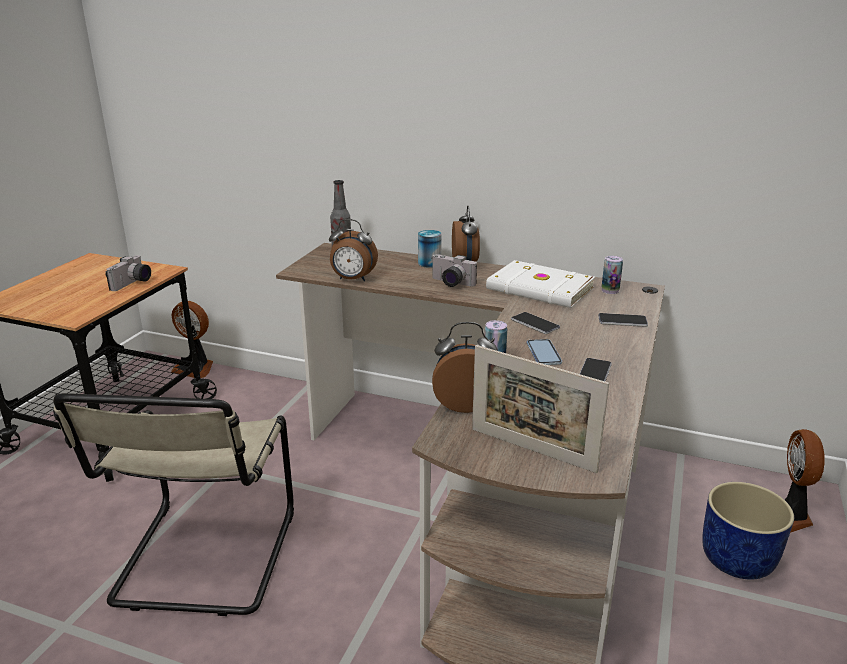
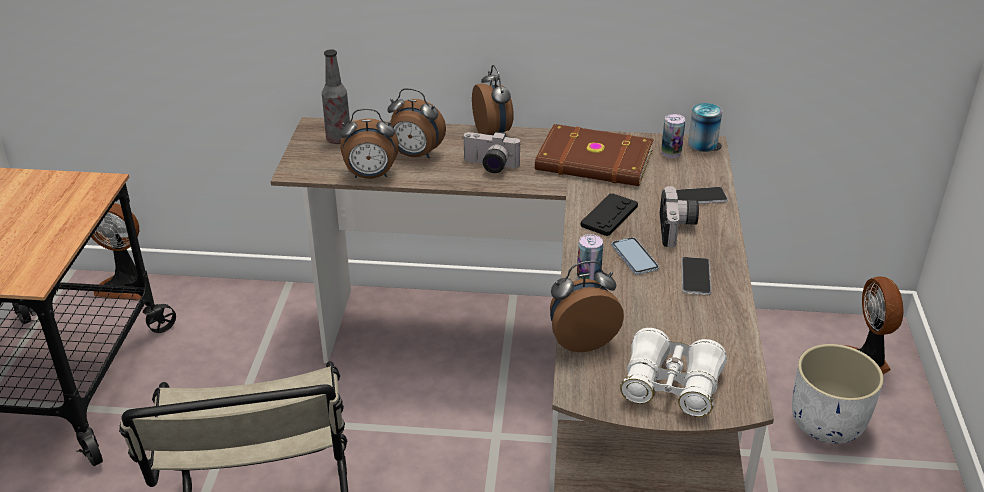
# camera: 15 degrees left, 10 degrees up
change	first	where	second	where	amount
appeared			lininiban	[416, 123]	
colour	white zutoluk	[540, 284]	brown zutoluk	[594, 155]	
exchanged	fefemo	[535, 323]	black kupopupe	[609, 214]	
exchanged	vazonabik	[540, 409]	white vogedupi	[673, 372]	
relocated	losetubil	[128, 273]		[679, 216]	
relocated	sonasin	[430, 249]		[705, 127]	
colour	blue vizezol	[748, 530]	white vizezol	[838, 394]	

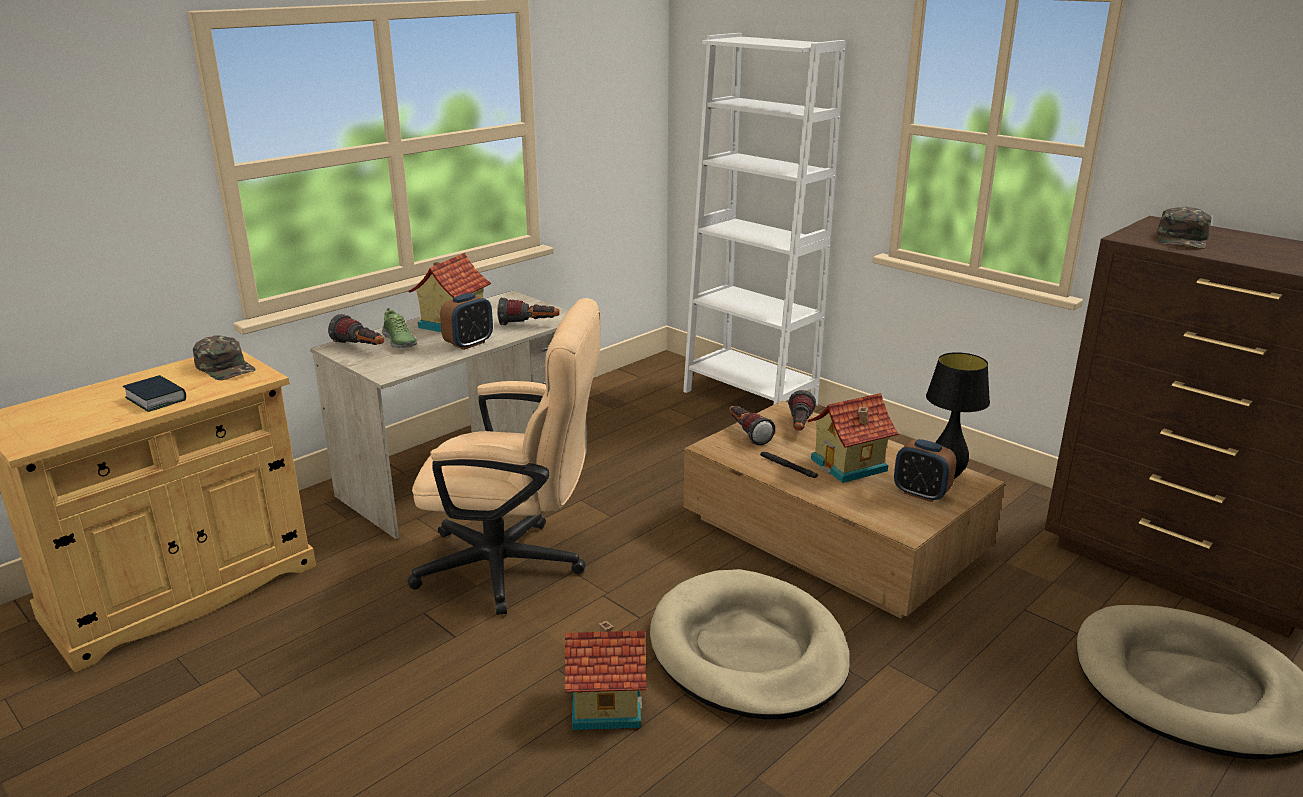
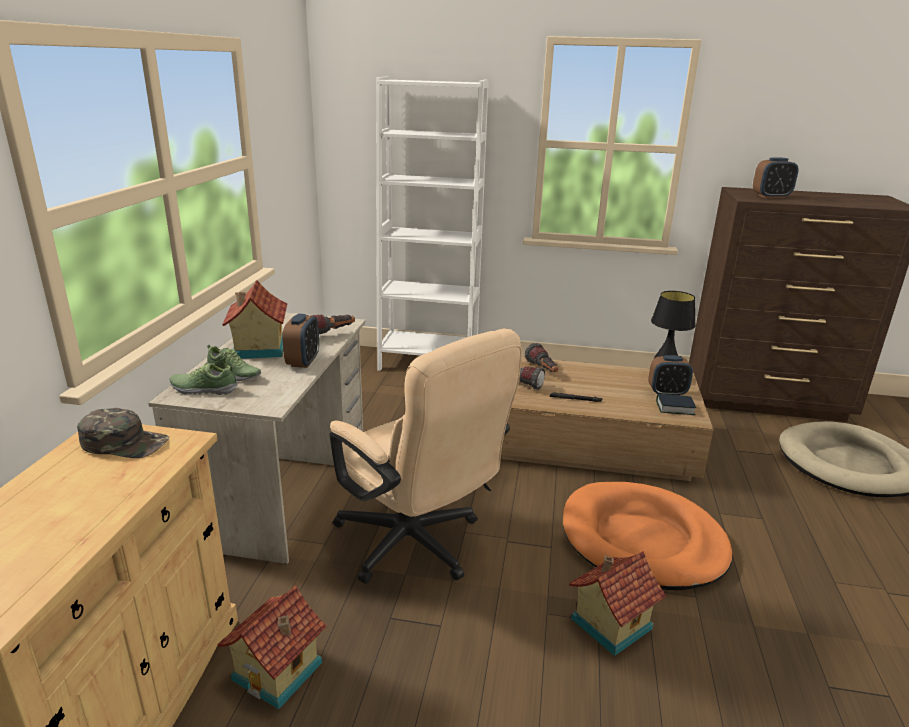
# camera: 35 degrees left, 0 degrees up
change	first	where	second	where	amount
exchanged	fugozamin	[356, 329]	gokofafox	[203, 379]	
relocated	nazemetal	[853, 438]		[272, 647]	
spun	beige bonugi	[503, 456]		[425, 456]	75 degrees clockwise
colour	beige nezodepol	[750, 644]	orange nezodepol	[648, 536]	
relocated	zutoluk	[154, 393]		[676, 404]	
exchanged	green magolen	[1184, 228]	lininiban	[775, 178]	

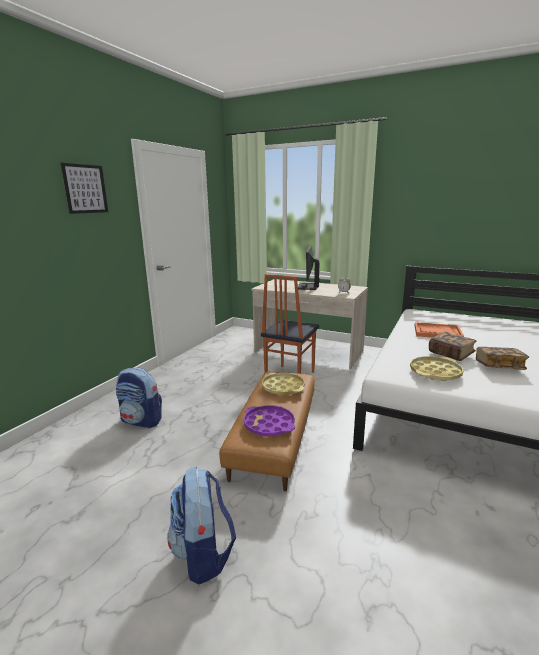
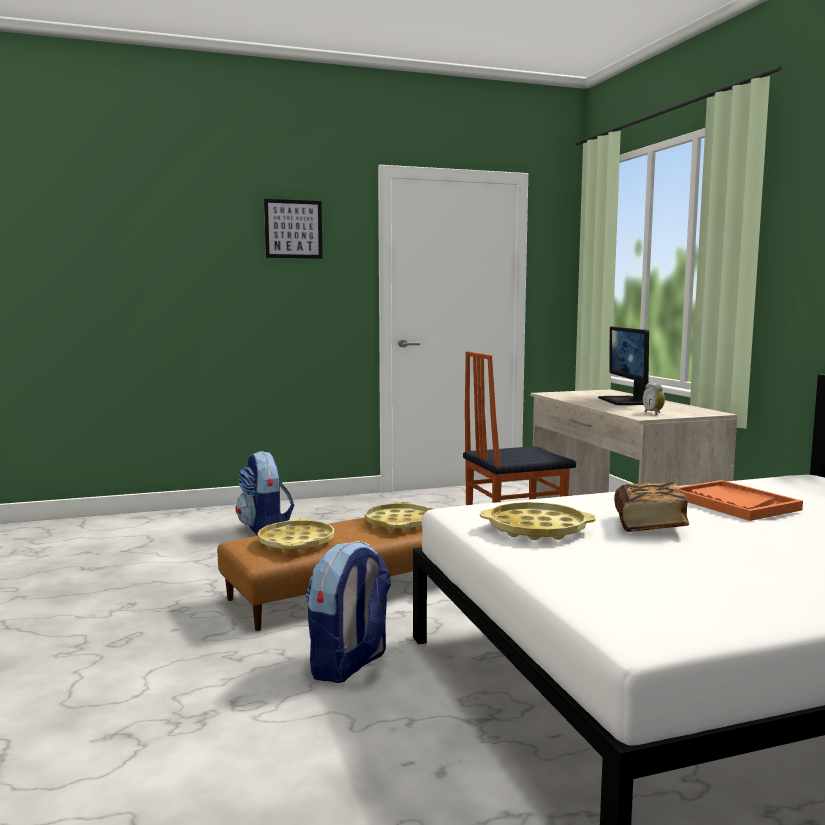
# camera: 45 degrees right, 10 degrees down
change	first	where	second	where	amount
colour	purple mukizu	[269, 421]	yellow mukizu	[296, 534]	
relocated	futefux	[201, 526]		[348, 612]	
spun	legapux	[309, 268]		[623, 366]	60 degrees counterclockwise
missing	zutoluk	[502, 358]			

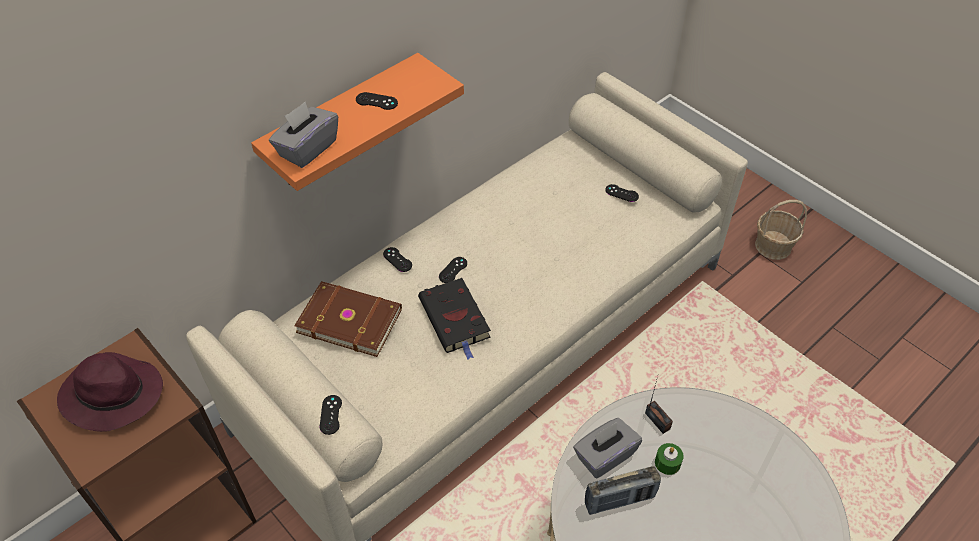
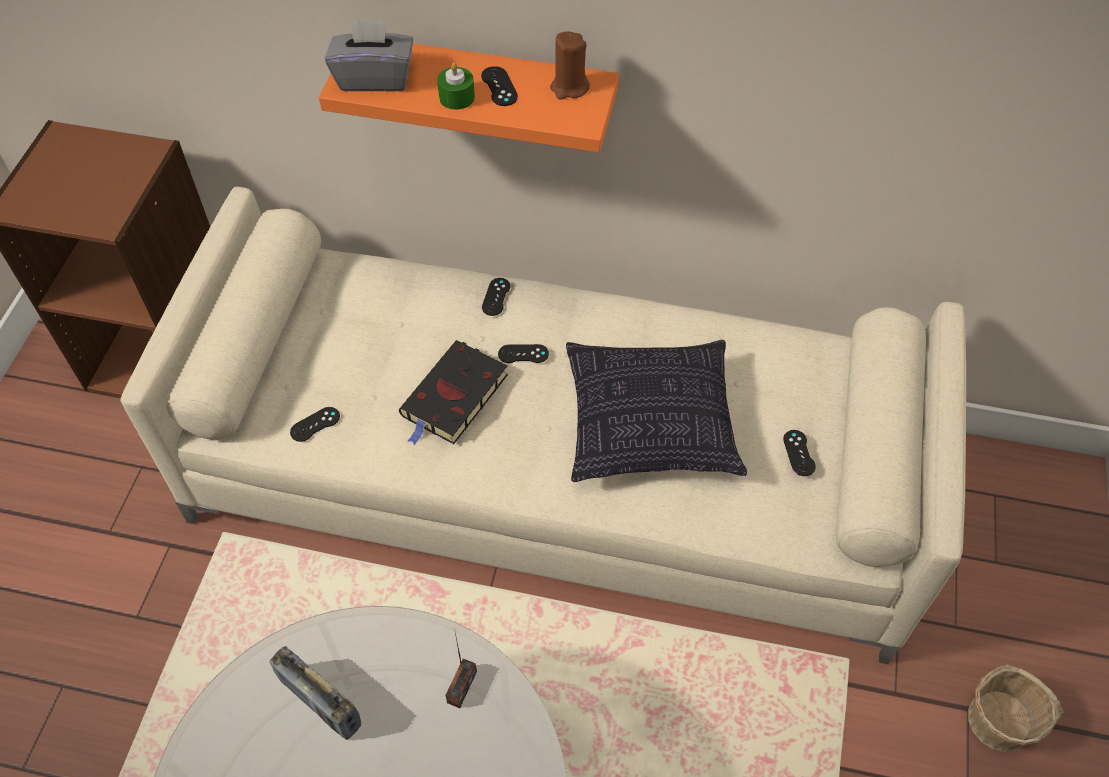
# camera: 55 degrees right, 5 degrees up
change	first	where	second	where	amount
relocated	black kupopupe	[331, 415]		[315, 424]	
relocated	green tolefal	[669, 459]		[456, 86]	
appeared			brown tolefal	[570, 65]	
appeared			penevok	[656, 411]	
missing	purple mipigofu	[110, 392]			
missing	brown zutoluk	[348, 319]			
missing	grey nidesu	[607, 448]			

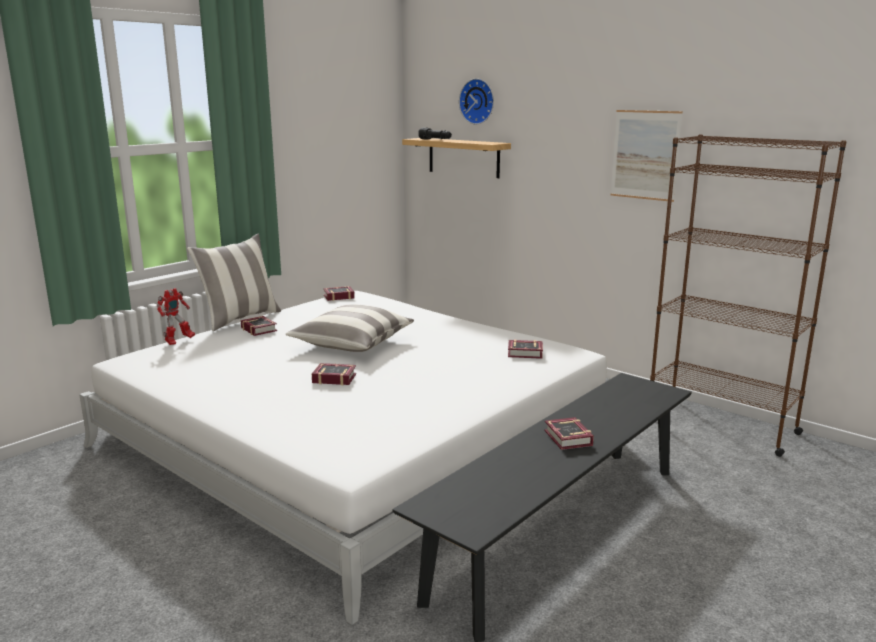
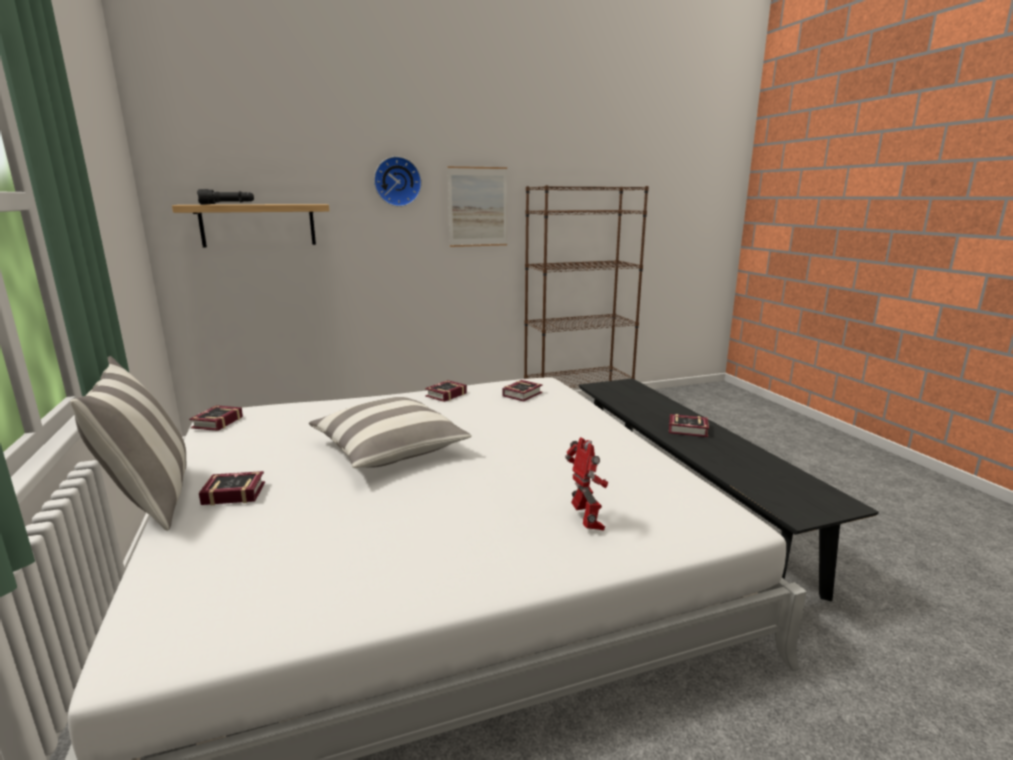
# camera: 60 degrees left, 0 degrees up
change	first	where	second	where	amount
relocated	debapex	[476, 101]		[398, 181]	
relocated	zutoluk	[334, 374]		[446, 391]	
relocated	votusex	[176, 316]		[586, 484]	

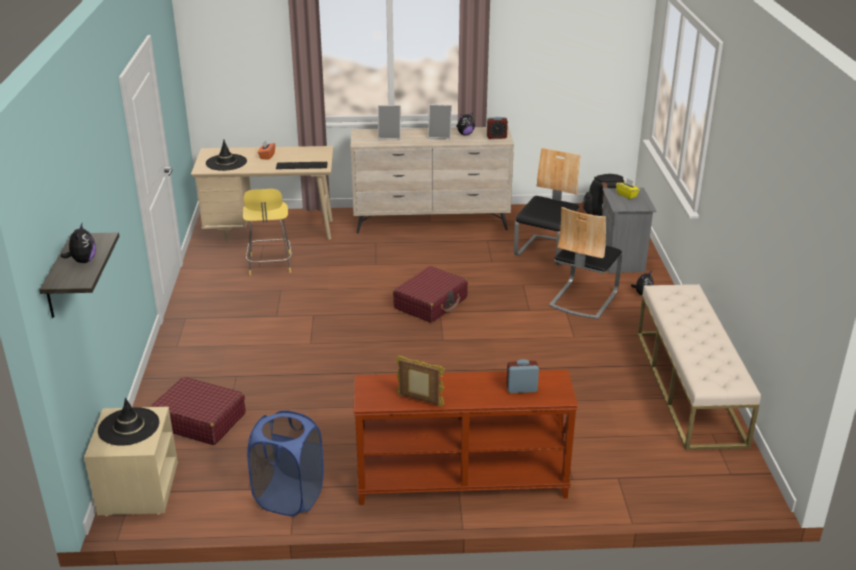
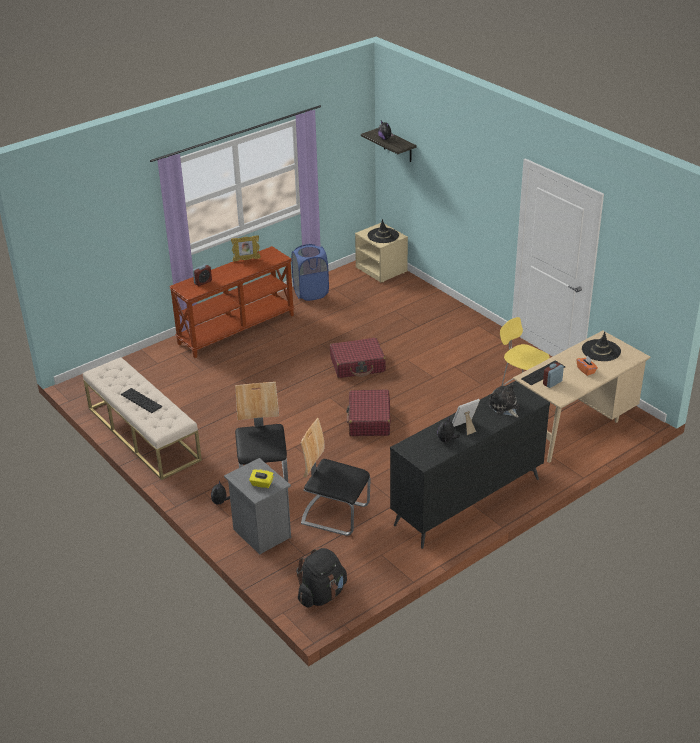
# camera: 145 degrees right, 5 degrees up
change	first	where	second	where	amount
appeared			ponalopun	[141, 400]	
spun	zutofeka	[547, 207]		[335, 477]	120 degrees clockwise
relocated	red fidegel	[198, 411]		[358, 358]	
colour	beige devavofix	[432, 180]	black devavofix	[470, 465]	
exchanged	vazonabik	[389, 122]	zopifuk	[504, 400]	
relocated	lininiban	[497, 128]		[553, 375]	

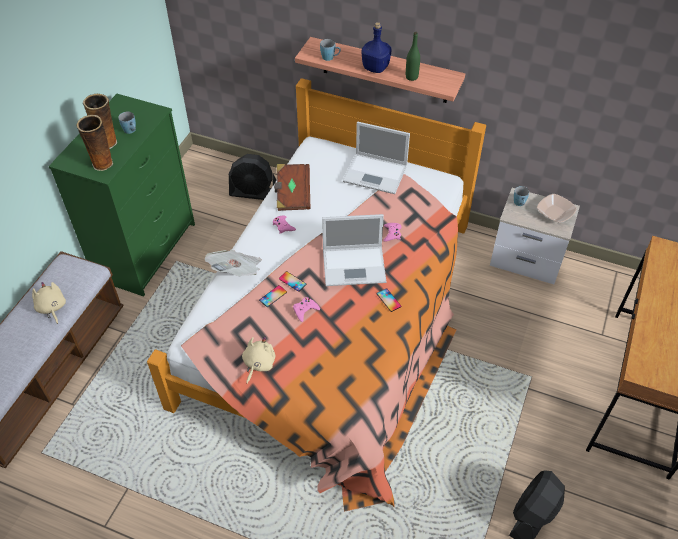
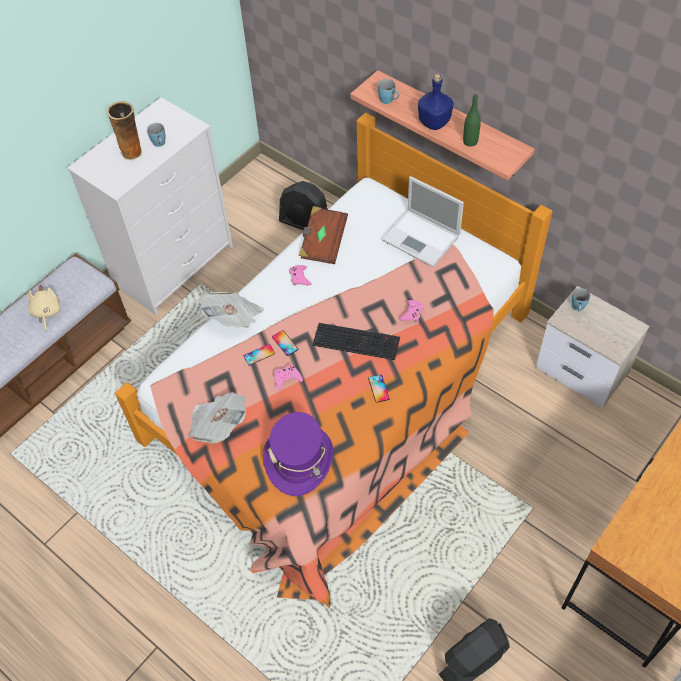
# camera: 20 degrees right, 5 degrees up
change	first	where	second	where	amount
colour	green devavofix	[122, 195]	white devavofix	[150, 206]	
exchanged	beige zopifuk	[259, 360]	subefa	[217, 418]	
appeared			purple mipigofu	[298, 454]	
exchanged	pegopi	[354, 250]	ponalopun	[356, 341]	
missing	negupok	[95, 143]			
missing	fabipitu	[557, 208]			

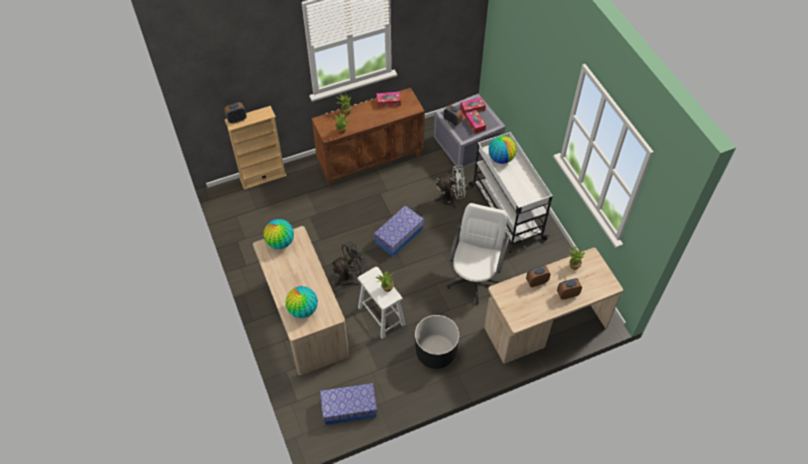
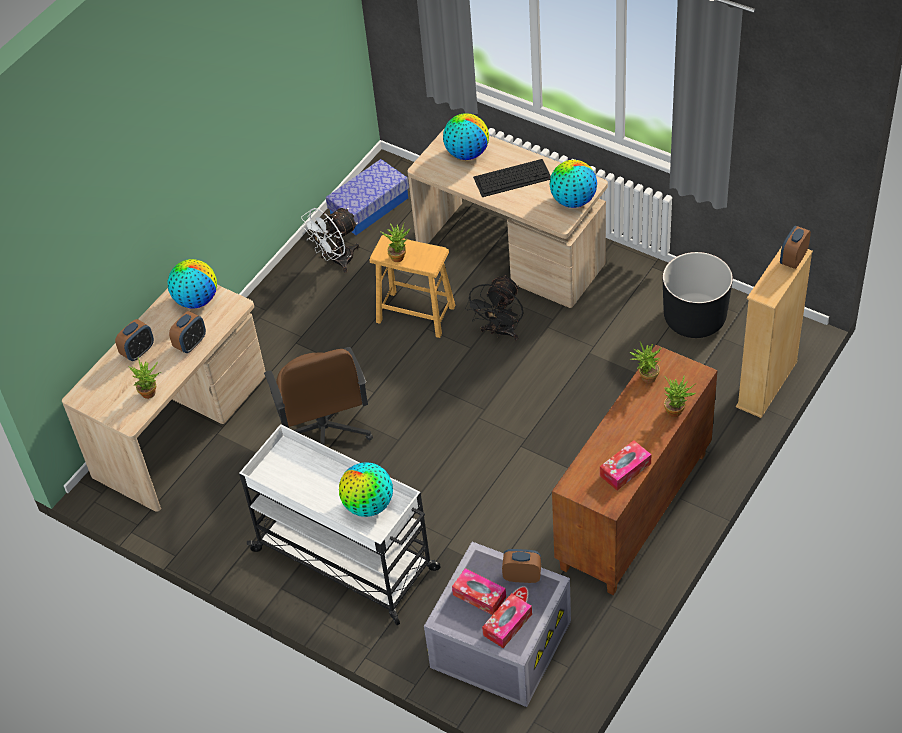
# camera: 150 degrees right, 5 degrees down
change	first	where	second	where	amount
appeared			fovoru	[192, 284]	
colour	white bonugi	[478, 254]	brown bonugi	[318, 396]	
relocated	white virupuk	[450, 187]		[330, 240]	
colour	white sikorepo	[381, 303]	brown sikorepo	[412, 286]	
appeared			ponalopun	[512, 178]	
relocated	black vizezol	[437, 342]		[698, 295]	
missing	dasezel	[399, 230]			

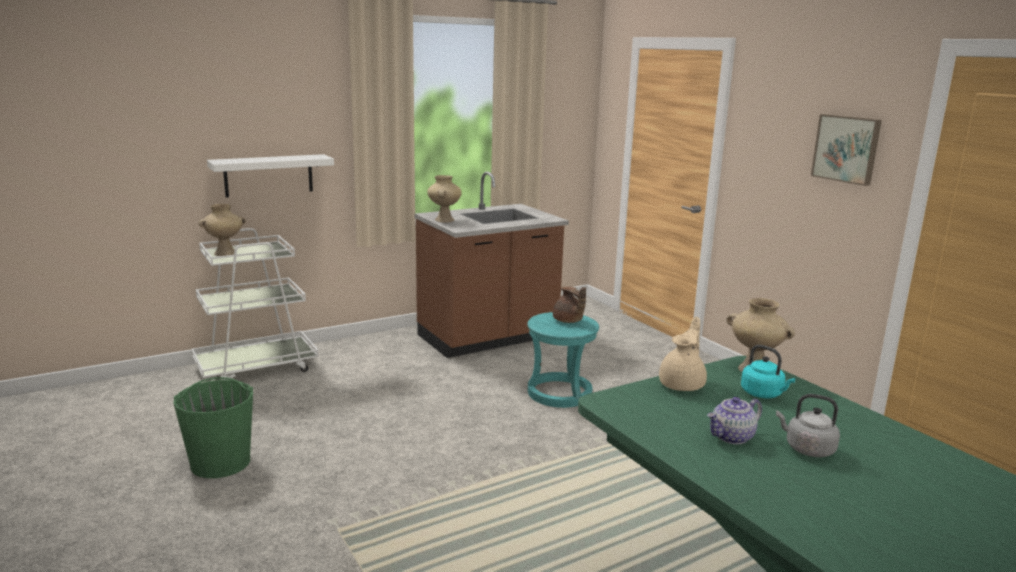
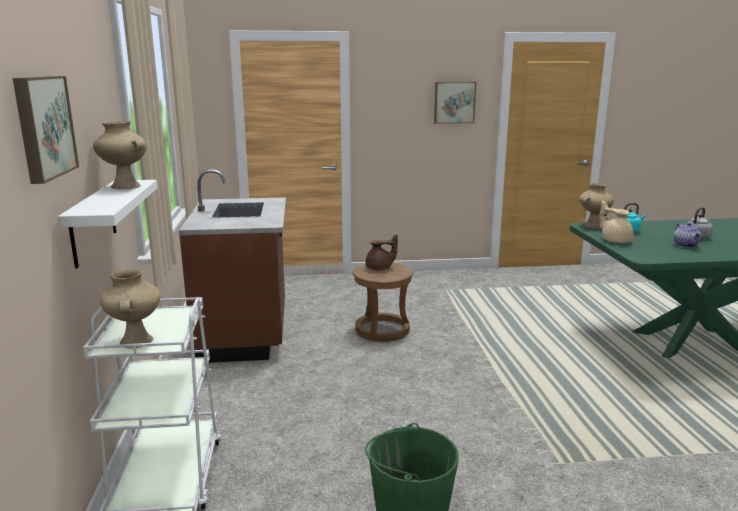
# camera: 65 degrees left, 0 degrees up
change	first	where	second	where	amount
appeared			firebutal	[46, 130]	
relocated	beige negupok	[444, 199]		[120, 155]	
colour	turquoise sikorepo	[563, 360]	brown sikorepo	[383, 302]	

